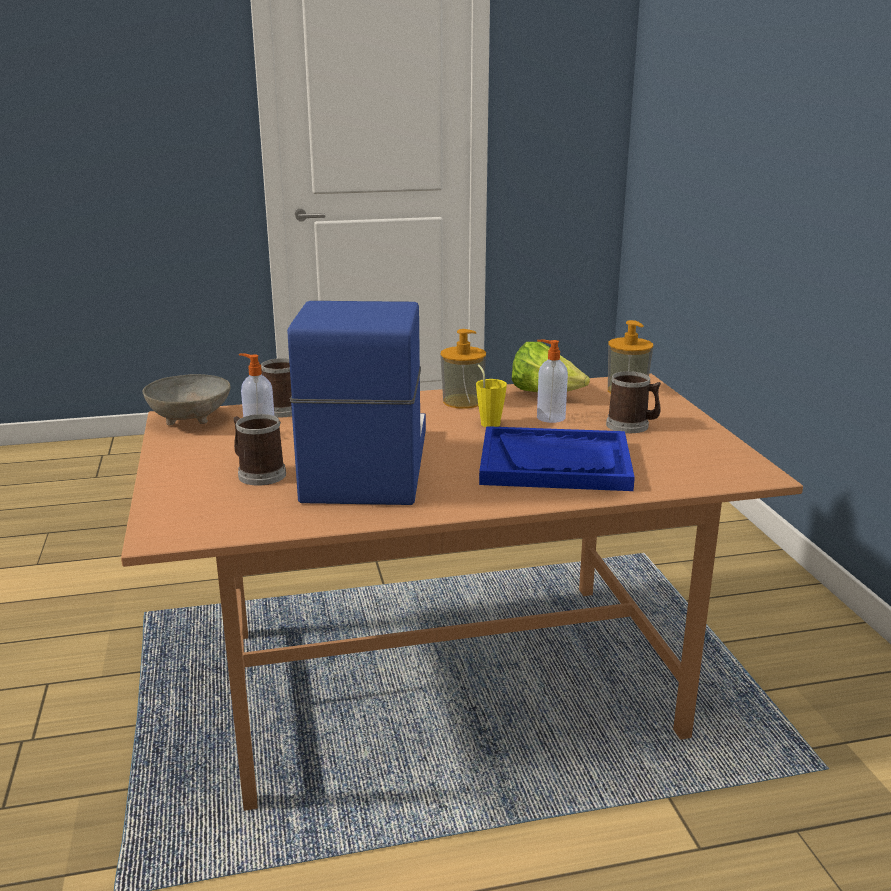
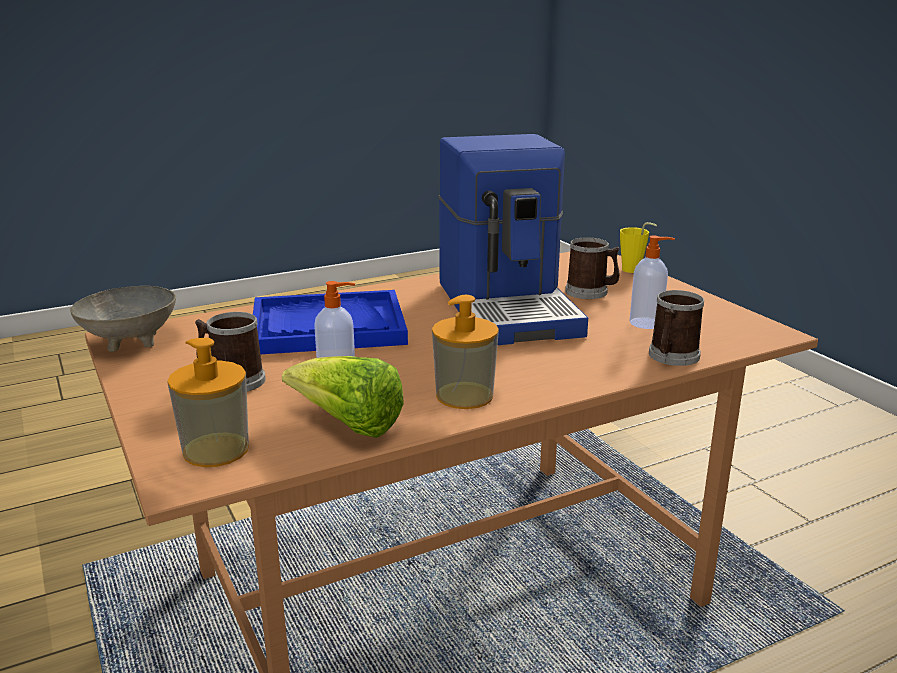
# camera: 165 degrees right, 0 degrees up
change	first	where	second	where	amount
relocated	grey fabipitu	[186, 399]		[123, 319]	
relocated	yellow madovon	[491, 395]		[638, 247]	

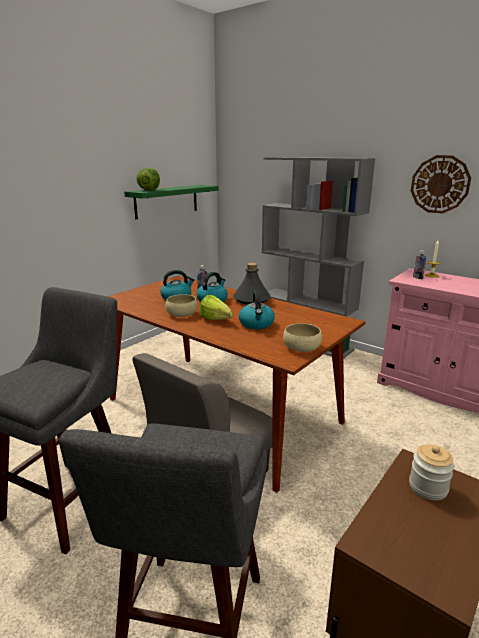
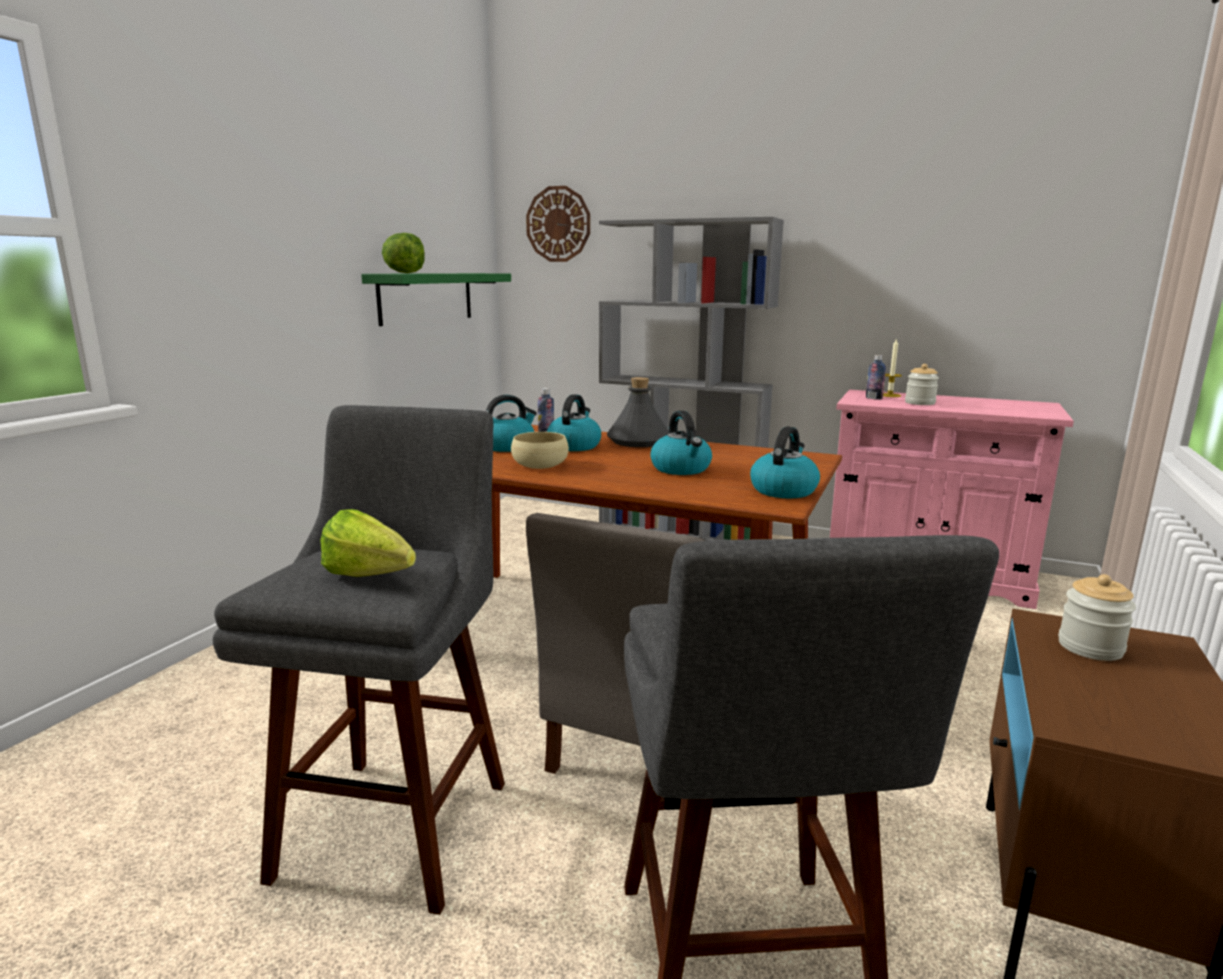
# camera: 15 degrees left, 5 degrees down
change	first	where	second	where	amount
relocated	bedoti	[216, 307]		[368, 543]	
relocated	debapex	[441, 184]		[558, 224]	
exchanged	beige fabipitu	[302, 337]	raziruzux	[785, 462]	
appeared			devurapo	[922, 384]	

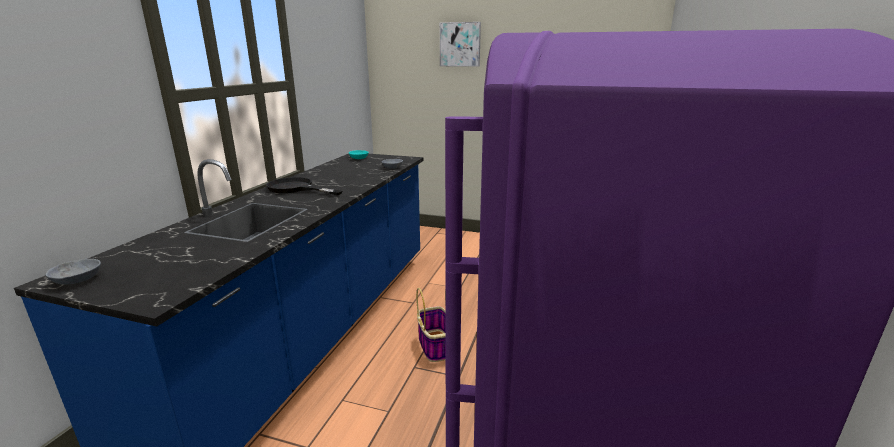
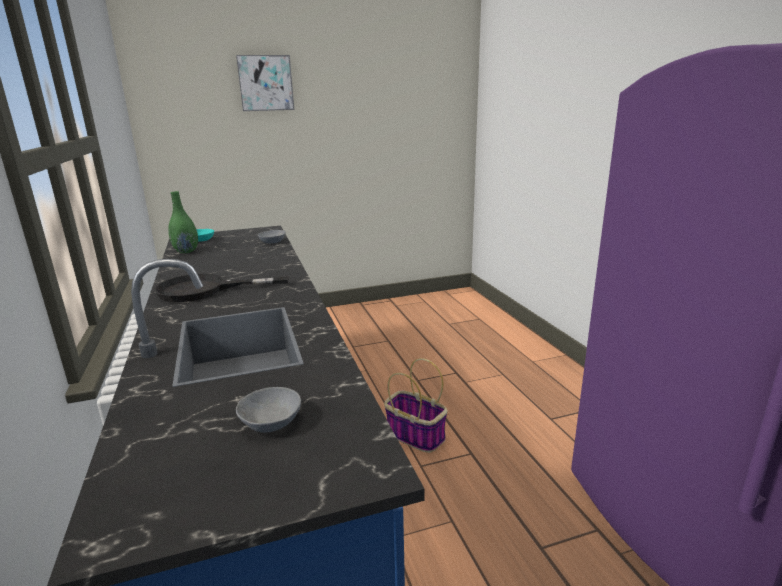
# camera: 35 degrees left, 0 degrees up
change	first	where	second	where	amount
appeared			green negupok	[183, 222]	
relocated	grey fabipitu	[73, 272]		[268, 410]	

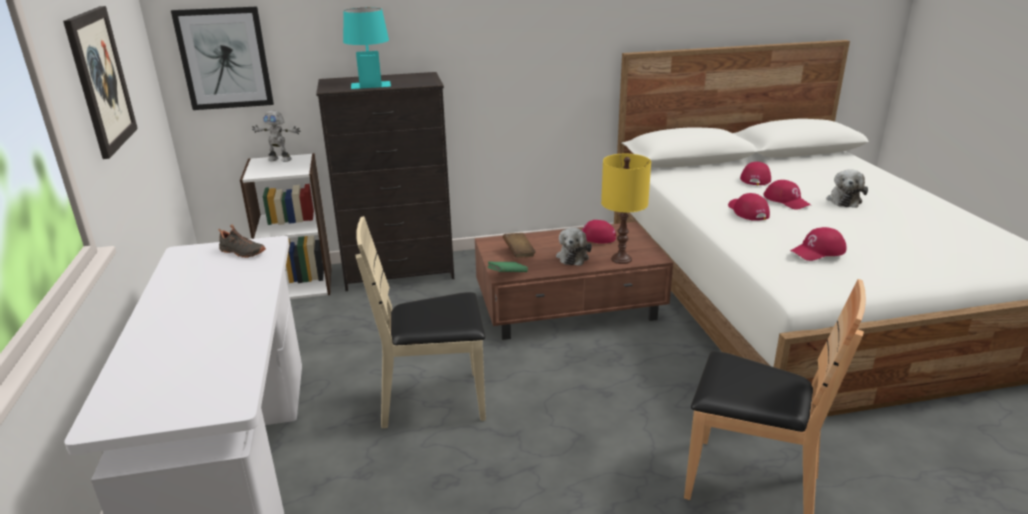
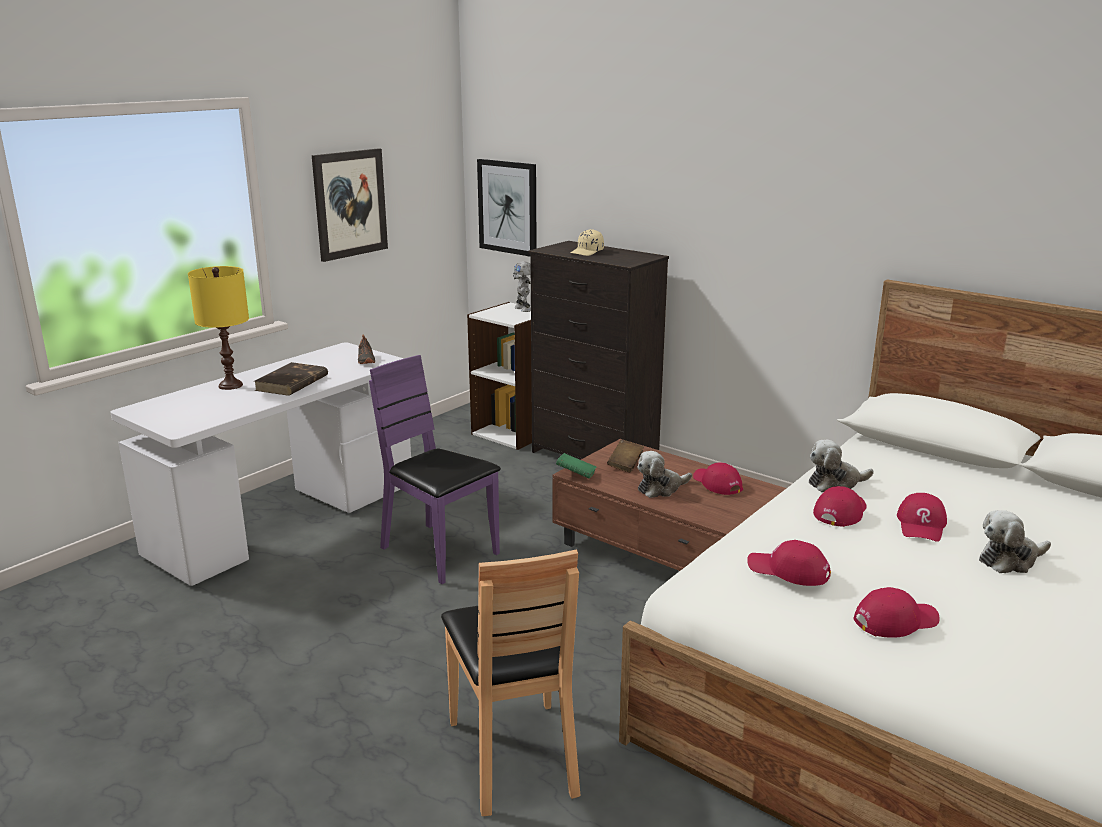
# camera: 50 degrees right, 5 degrees down
change	first	where	second	where	amount
relocated	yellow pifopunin	[626, 209]		[218, 328]	
appeared			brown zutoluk	[291, 379]	
colour	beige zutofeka	[420, 322]	purple zutofeka	[435, 469]	
exchanged	turquoise pifopunin	[367, 48]	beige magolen	[587, 242]	
appeared			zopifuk	[841, 466]	
relocated	red magolen	[755, 173]		[897, 612]	

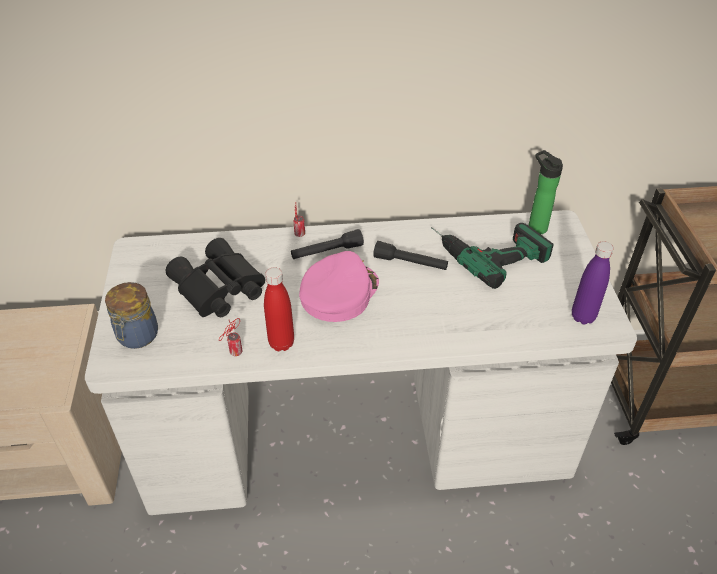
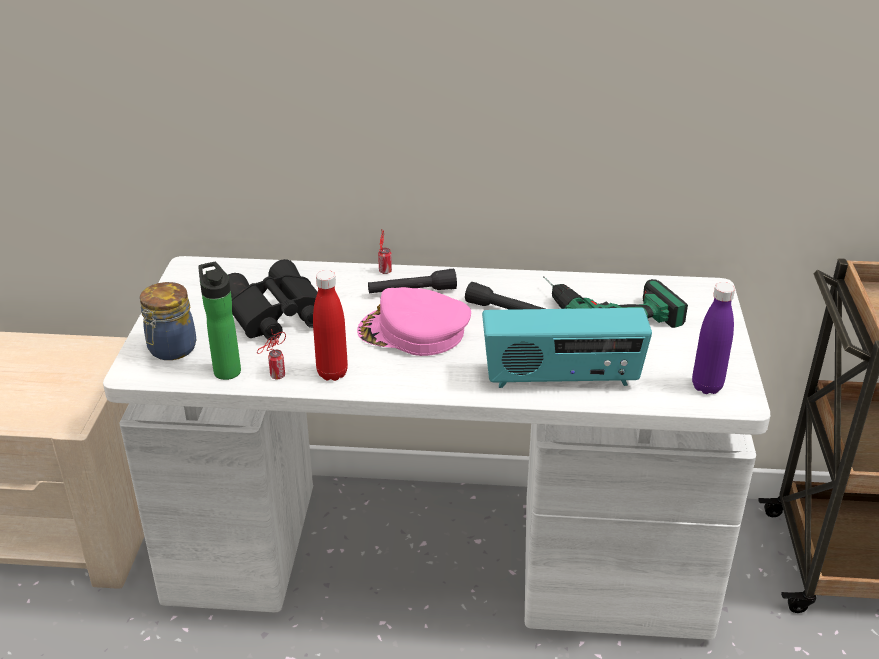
# camera: 10 degrees right, 10 degrees down
change	first	where	second	where	amount
relocated	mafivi	[545, 192]		[219, 321]	
spun	pink magolen	[339, 286]		[414, 321]	120 degrees counterclockwise
appeared			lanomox	[567, 348]	

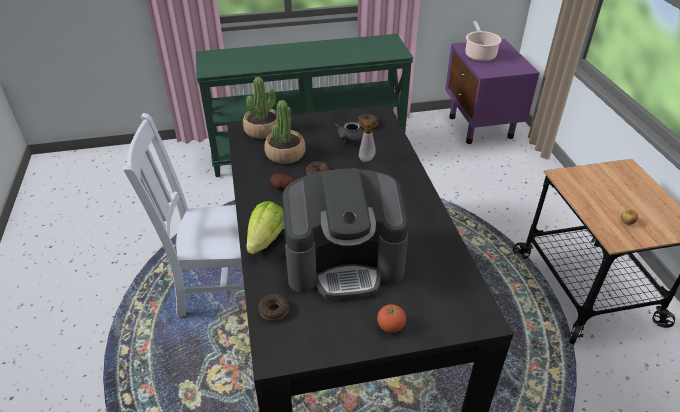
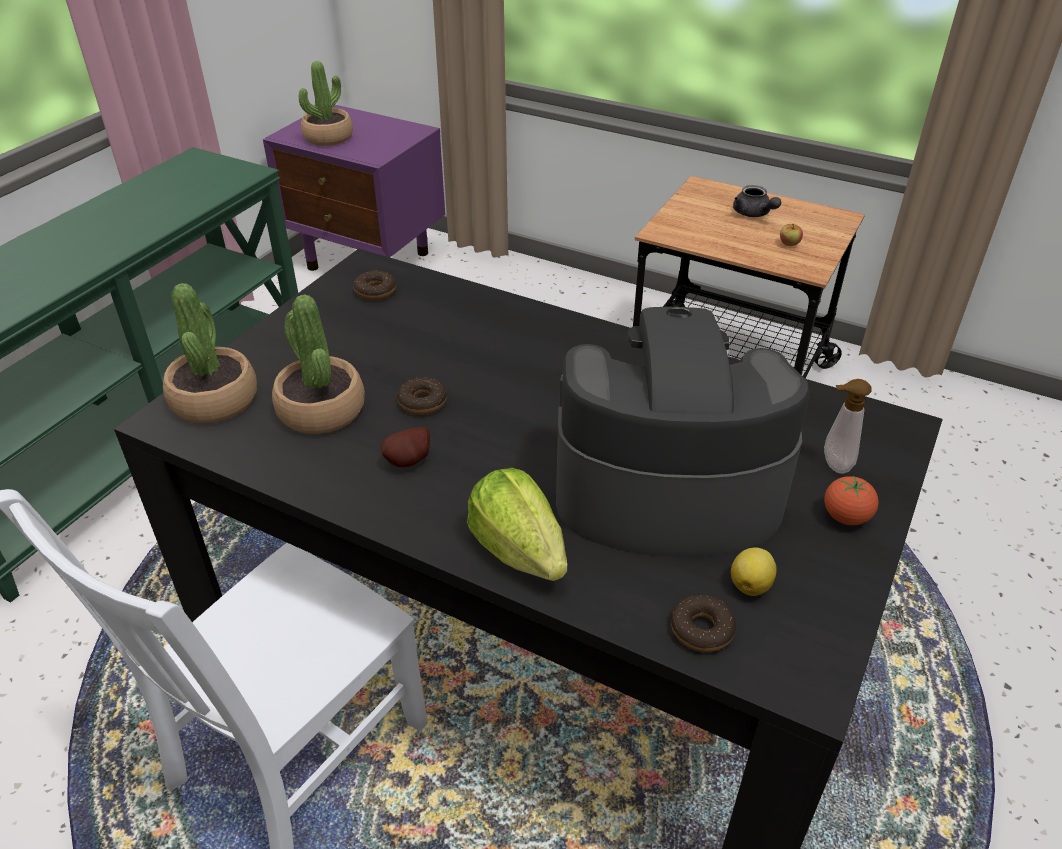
# camera: 50 degrees left, 0 degrees up
change	first	where	second	where	amount
exchanged	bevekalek	[483, 41]	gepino	[326, 103]	
spun	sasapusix	[345, 233]		[683, 432]	120 degrees counterclockwise
appeared			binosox	[754, 571]	
relocated	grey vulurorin	[348, 133]		[757, 201]	
relocated	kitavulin	[367, 140]		[848, 426]	

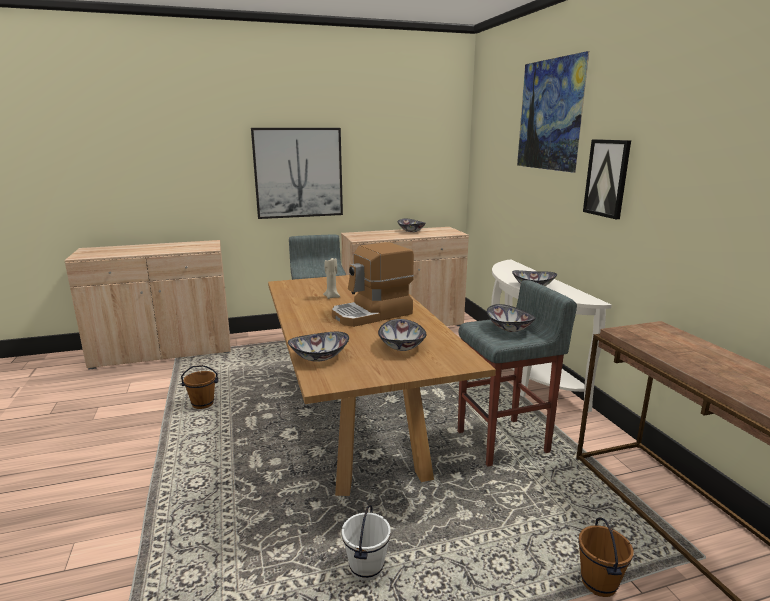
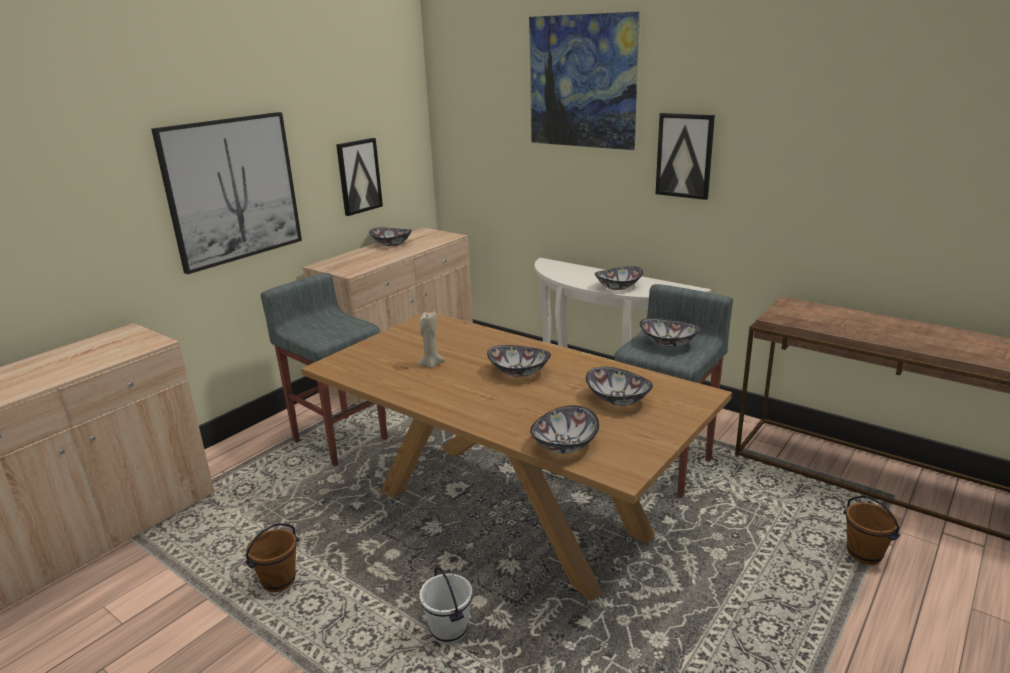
# camera: 35 degrees left, 5 degrees up
change	first	where	second	where	amount
appeared			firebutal	[359, 177]	
relocated	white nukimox	[366, 543]		[445, 606]	
exchanged	sasapusix	[373, 284]	fabipitu	[519, 361]	

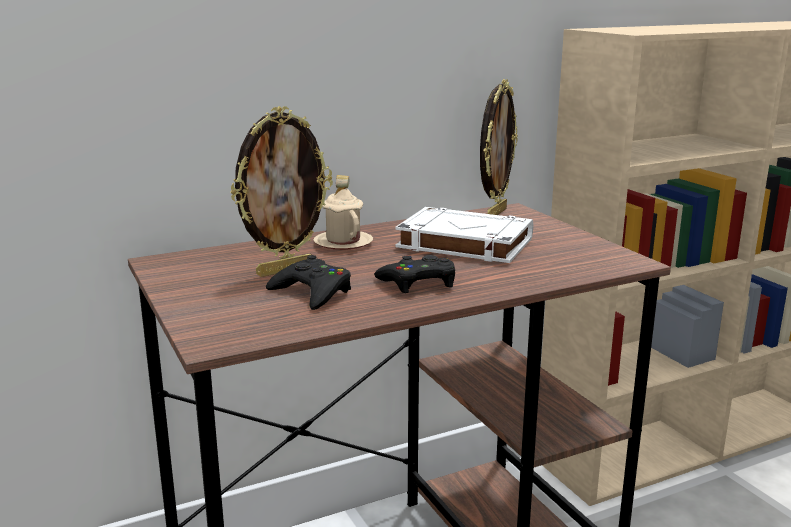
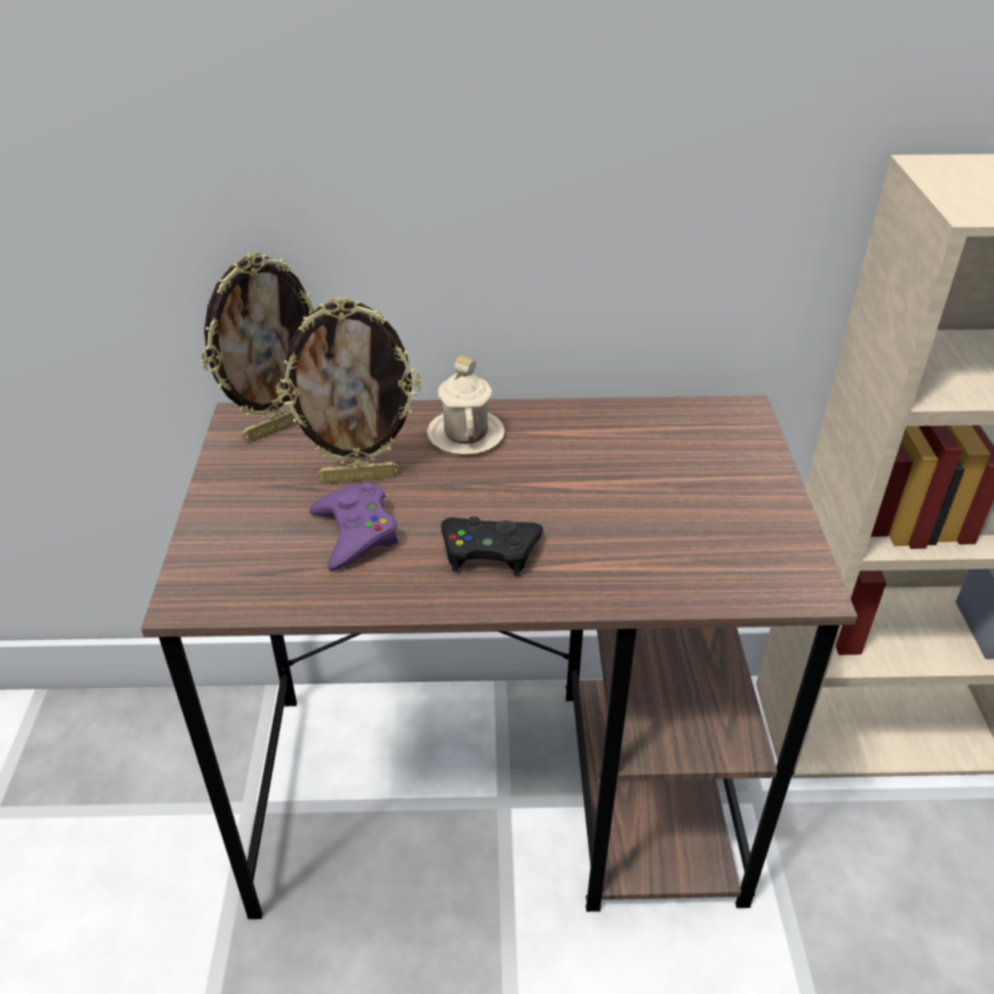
# camera: 25 degrees right, 20 degrees up
change	first	where	second	where	amount
relocated	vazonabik	[499, 147]		[257, 347]	
colour	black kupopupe	[308, 282]	purple kupopupe	[354, 527]	
missing	white zutoluk	[464, 235]			

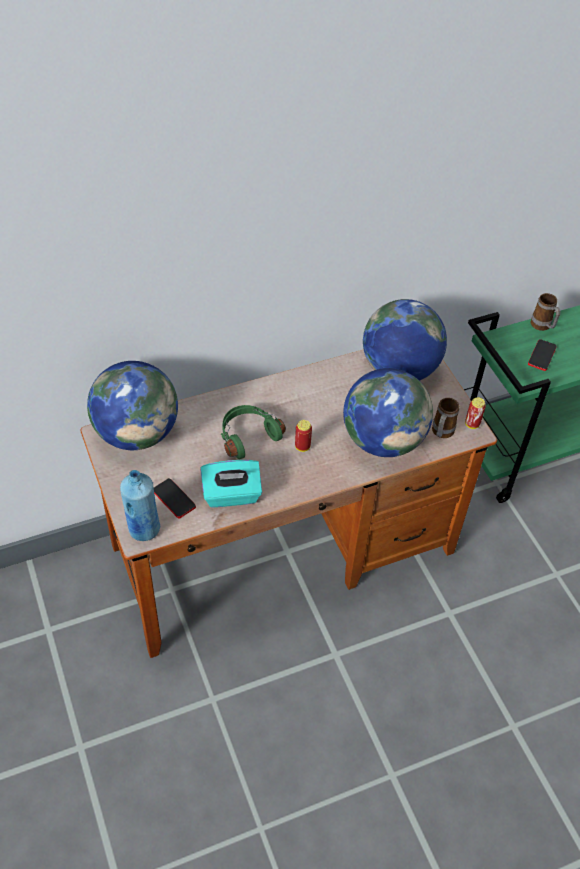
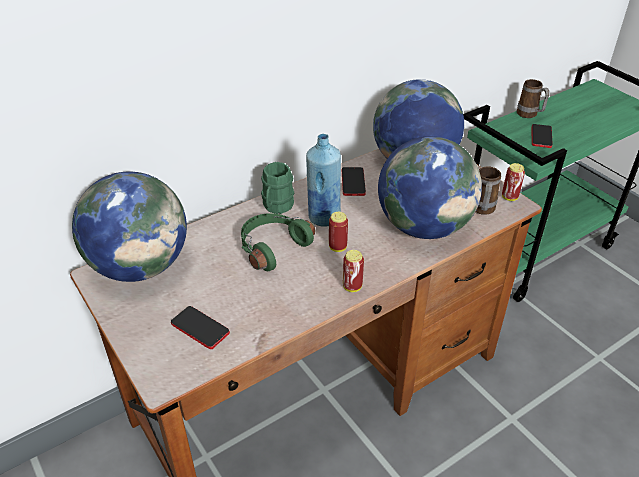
# camera: 10 degrees left, 10 degrees down
change	first	where	second	where	amount
appeared			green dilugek	[277, 188]	
relocated	blue mafivi	[140, 505]		[323, 180]	
appeared			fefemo	[354, 181]	
appeared			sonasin	[353, 271]	
missing	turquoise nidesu	[231, 483]			

